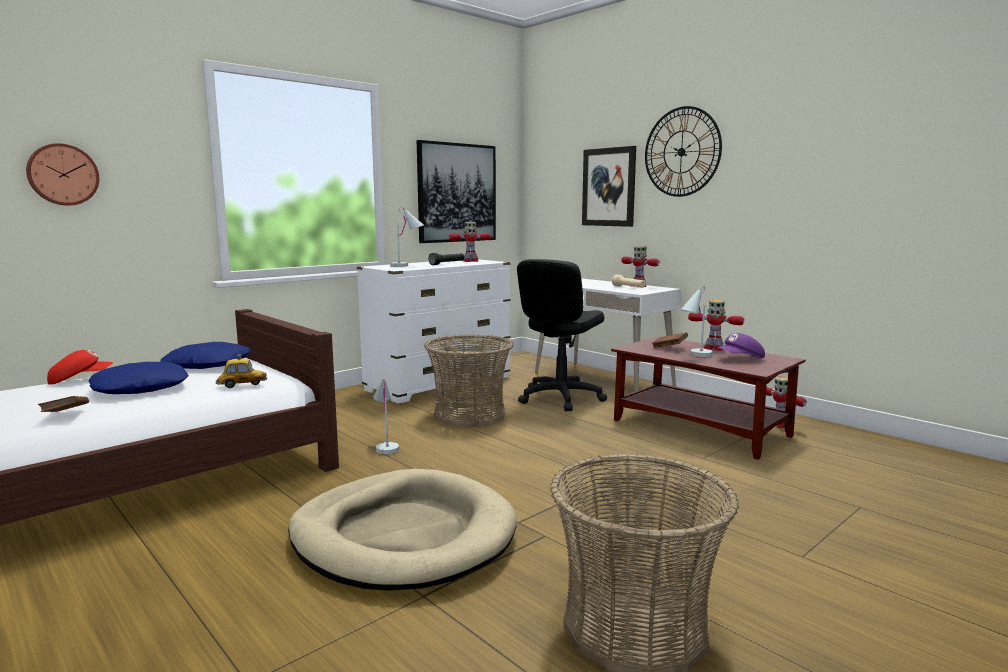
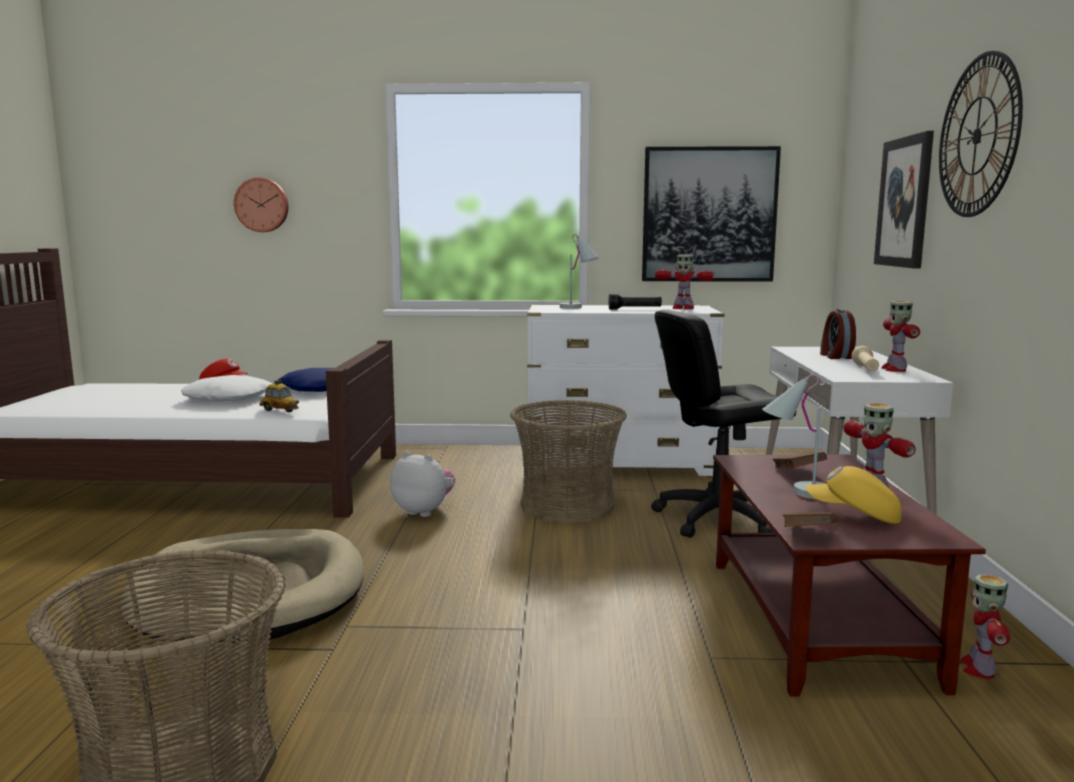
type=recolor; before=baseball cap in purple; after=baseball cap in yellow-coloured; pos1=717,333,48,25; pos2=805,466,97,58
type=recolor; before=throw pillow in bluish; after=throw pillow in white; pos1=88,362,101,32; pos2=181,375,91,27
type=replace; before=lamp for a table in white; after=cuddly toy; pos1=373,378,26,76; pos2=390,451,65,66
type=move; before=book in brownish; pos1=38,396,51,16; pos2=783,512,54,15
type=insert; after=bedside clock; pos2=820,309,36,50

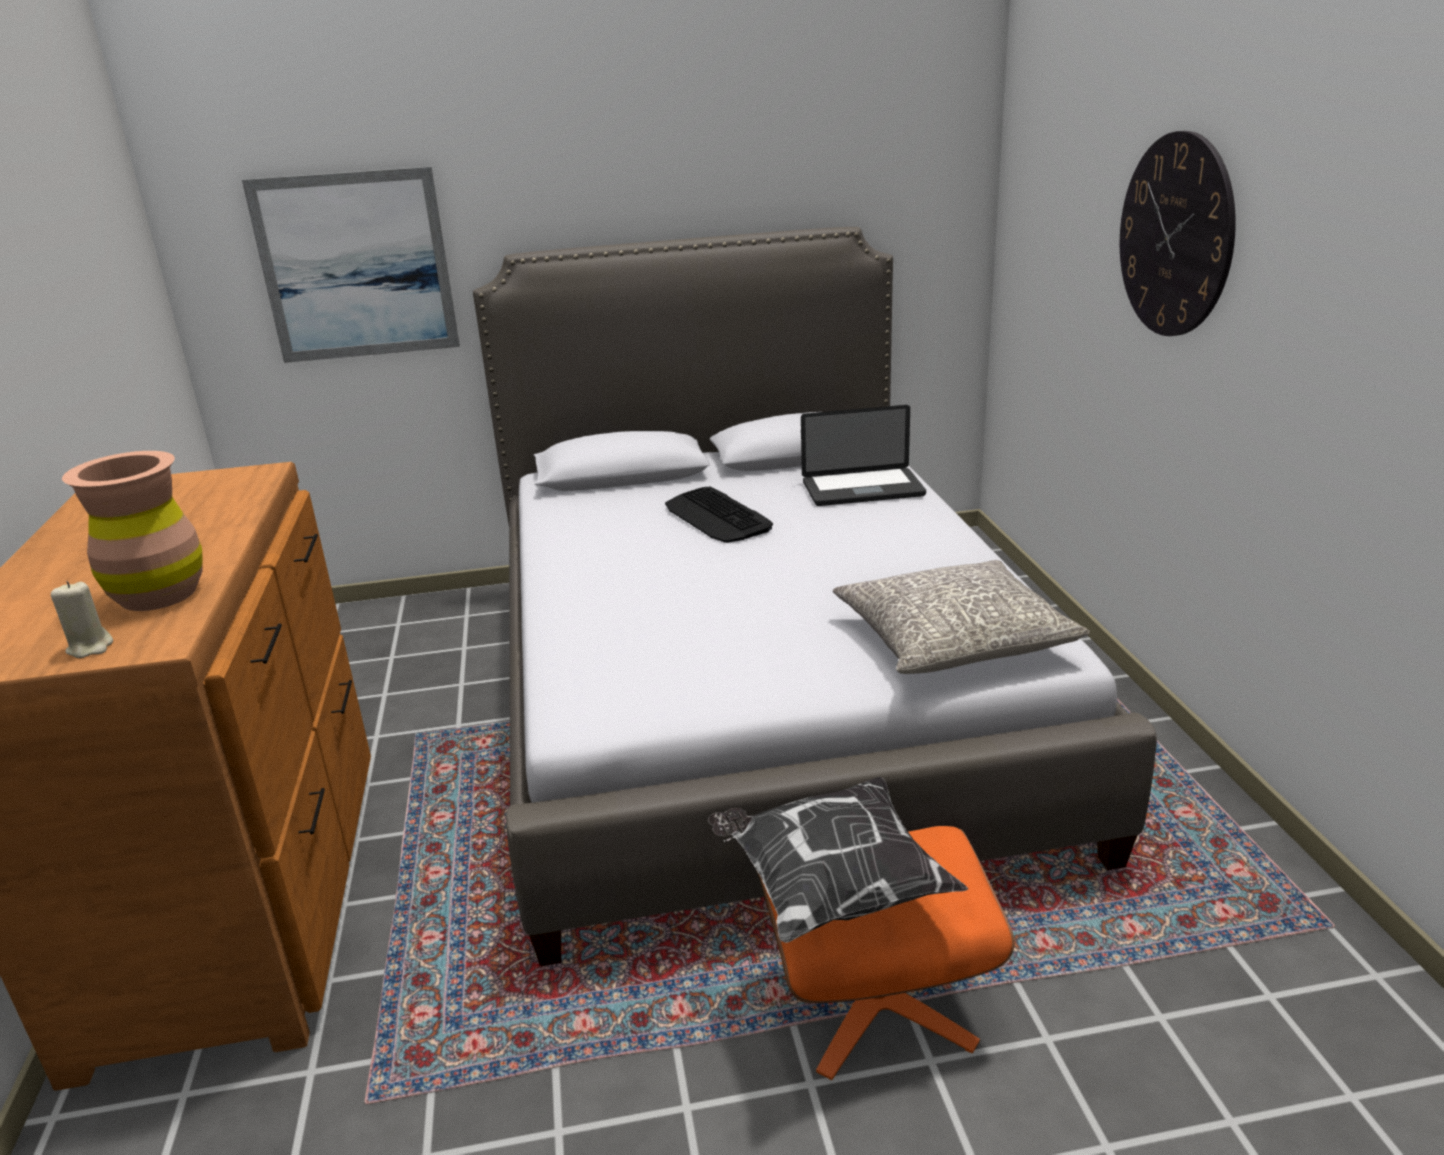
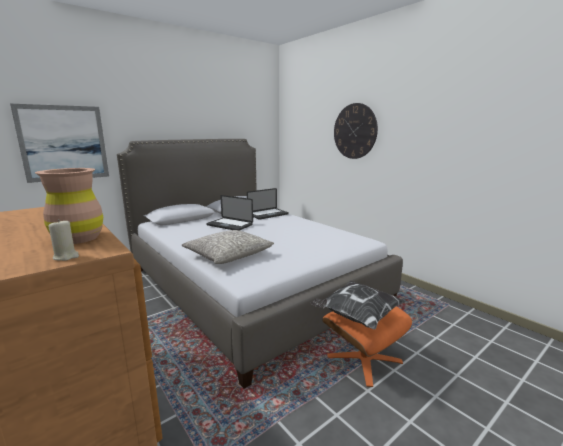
type=replace; before=PC keyboard; after=laptop; pos1=665,487,108,56; pos2=206,195,47,36
type=move; before=throw pillow in gray; pos1=833,560,257,114; pos2=182,230,92,34

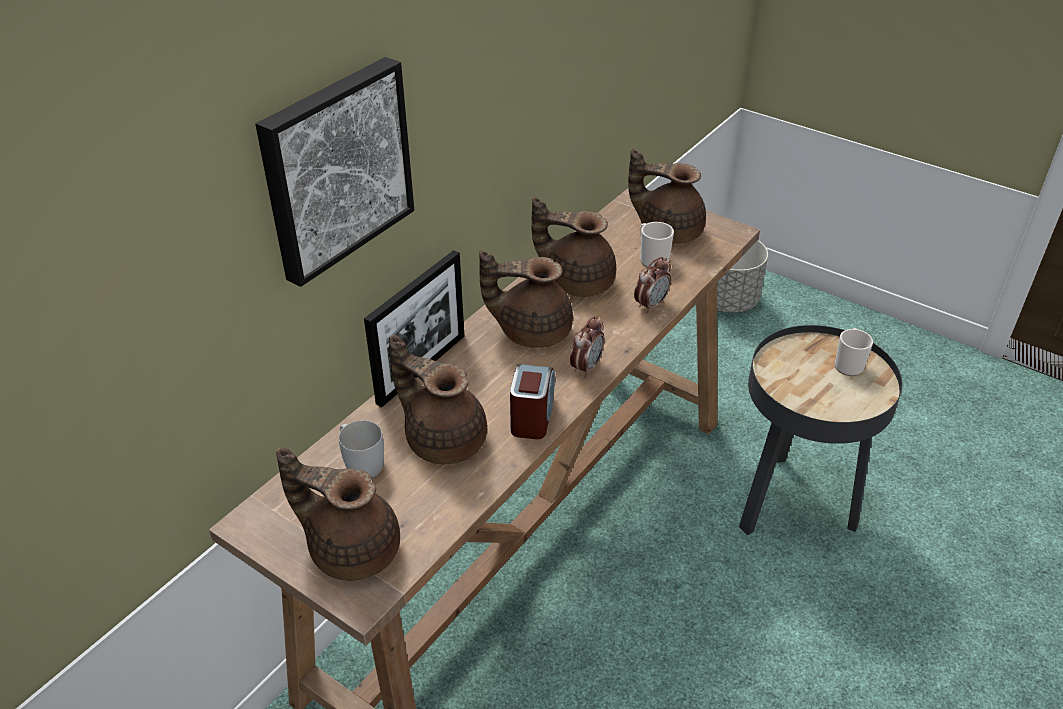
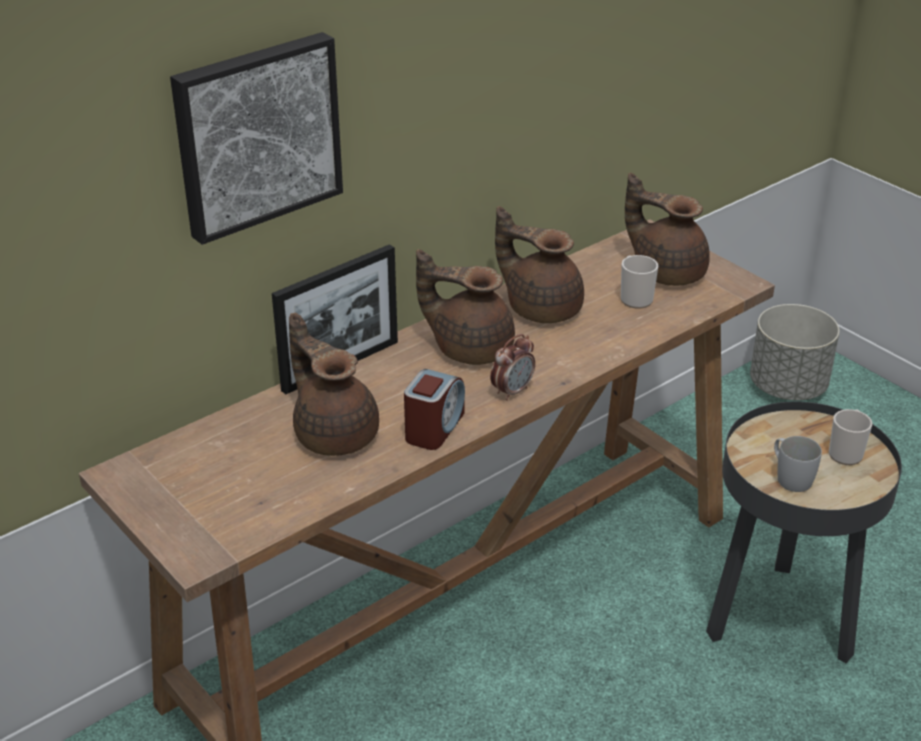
type=delete; before=bedside clock; pos1=634,257,37,56
type=move; before=tea mug in white; pos1=339,420,45,58; pos2=774,436,48,56
type=delete; before=tea pot in brownish; pos1=276,447,124,134

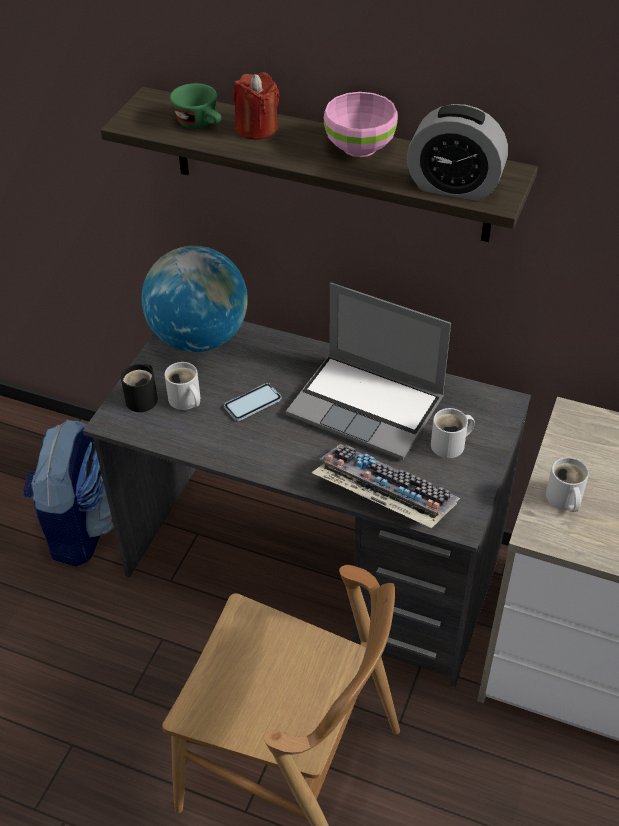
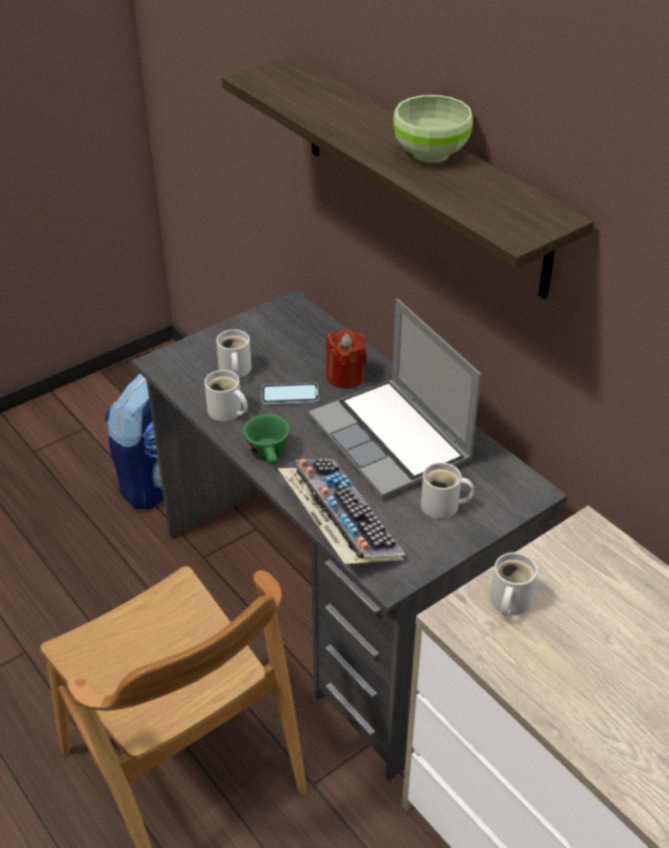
type=move; before=candle in reddish; pos1=234,72,46,68; pos2=326,329,41,60
type=move; before=cup in green; pos1=170,83,51,46; pos2=243,414,47,50
type=recolor; before=serving bowl in pinkish; after=serving bowl in green; pos1=324,92,74,65; pos2=393,95,80,68
type=delete; before=bedside clock; pos1=407,104,101,97
type=delete; before=desk globe; pos1=141,246,107,106
type=delete; before=tea mug in black; pos1=121,364,37,48
type=insert; after=tea mug in white; pos2=205,370,43,51

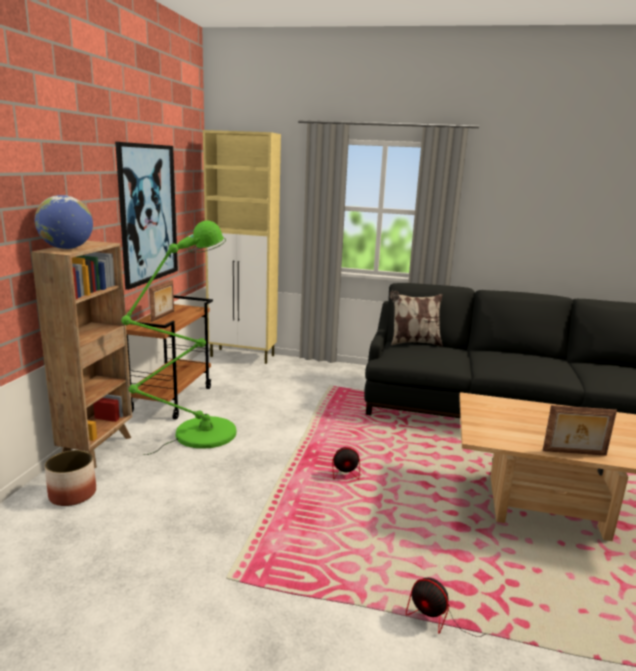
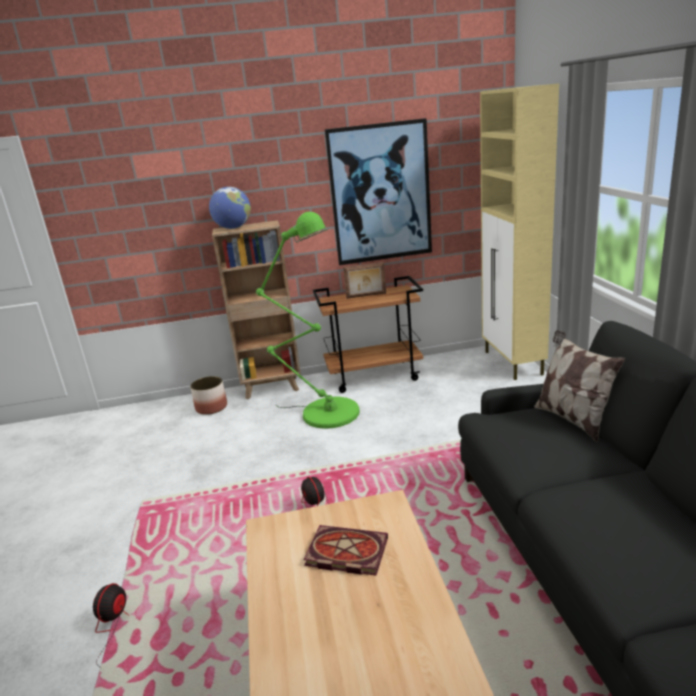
type=delete; before=picture frame; pos1=542,405,75,51
type=insert; after=book; pos2=303,525,85,50

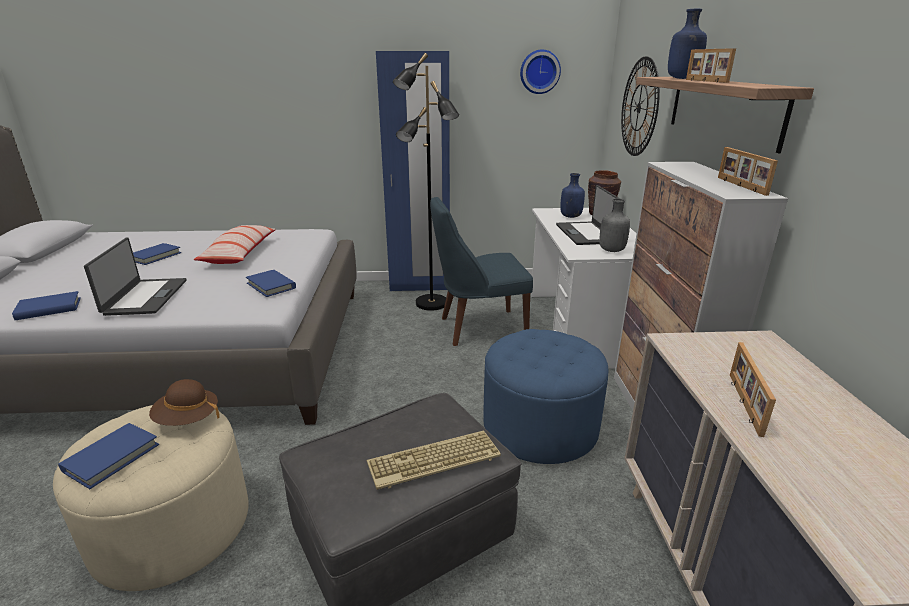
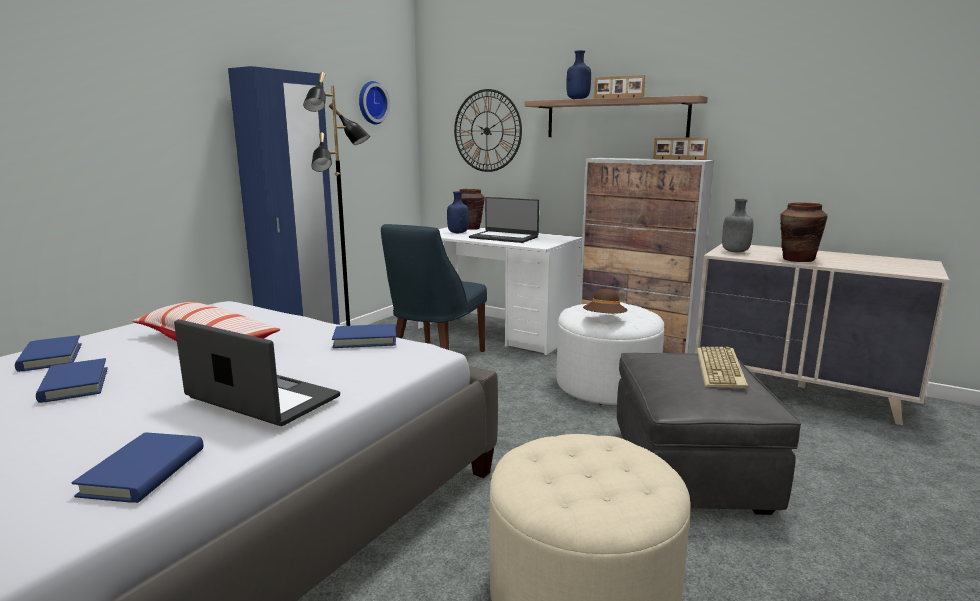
type=move; before=drink bottle in gray; pos1=599,198,31,54; pos2=722,199,32,54
type=recolor; before=pouffe in bluish; after=pouffe in white; pos1=483,329,125,135; pos2=557,302,107,103
type=replace; before=picture frame; after=decorative vase in brownish; pos1=730,342,46,95; pos2=780,202,48,60
type=move; before=clothing hat in brownish; pos1=149,379,70,47; pos2=583,289,44,25
type=move; before=book in bluish; pos1=58,423,101,66; pos2=15,335,67,37

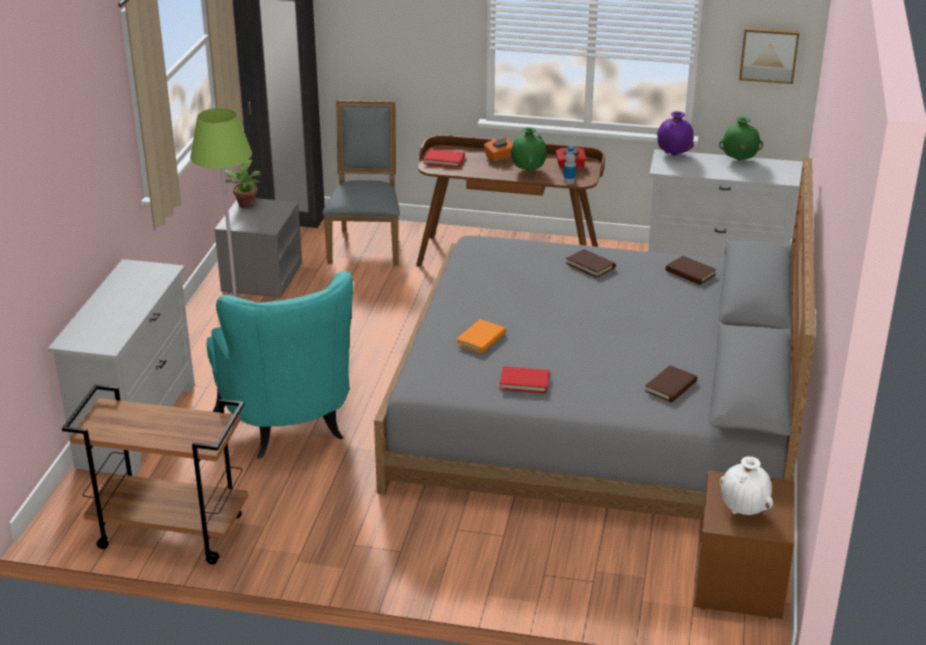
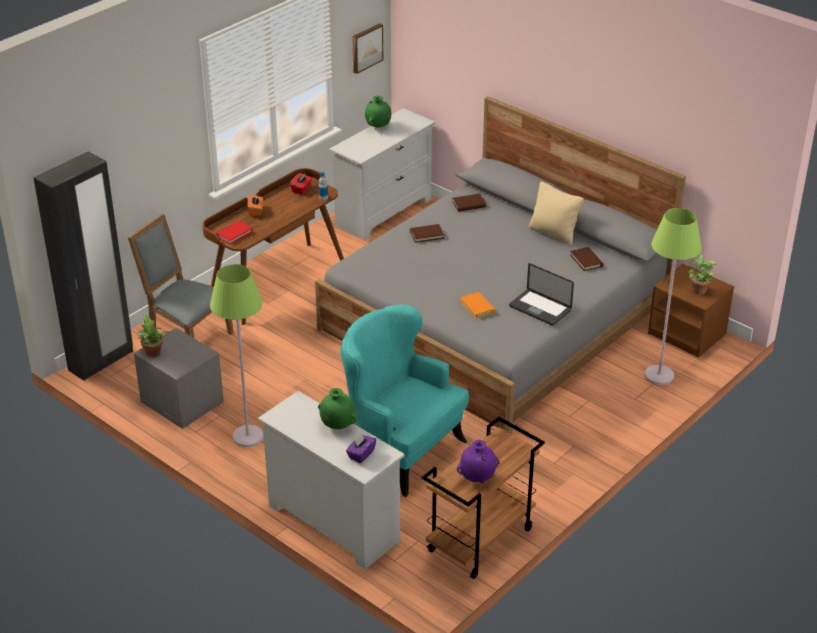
type=move; before=decorative vase in purple; pos1=657,111,37,45; pos2=457,440,43,43
type=move; before=decorative vase in green; pos1=511,127,36,44; pos2=318,388,39,41
type=rotate; before=armchair in blue-green; pos1=207,271,146,188; pos2=340,305,129,192; turn=-150
type=replace; before=book in reddish; after=laptop; pos1=499,366,50,28; pos2=509,263,65,63
type=replace; before=decorative vase in white; after=plant in a pot; pos1=720,456,53,59; pos2=687,254,30,40
type=insert; after=throw pillow in beige; pos2=528,181,56,64
type=insert; after=standard lamp in green; pos2=645,208,57,177
type=insert; after=box of tissues in purple; pos2=346,433,30,30

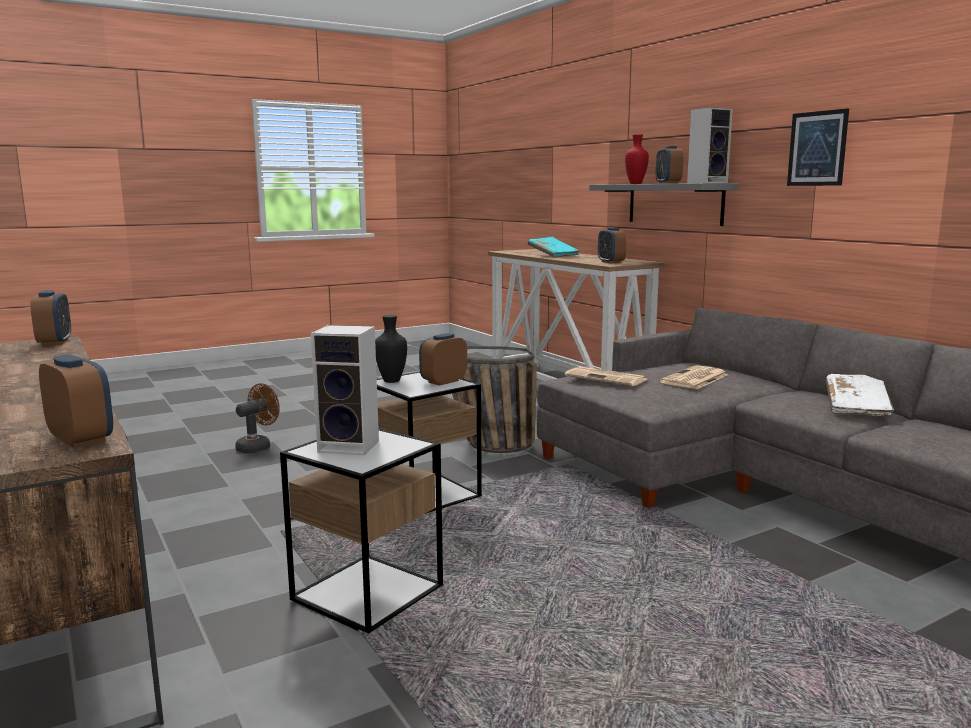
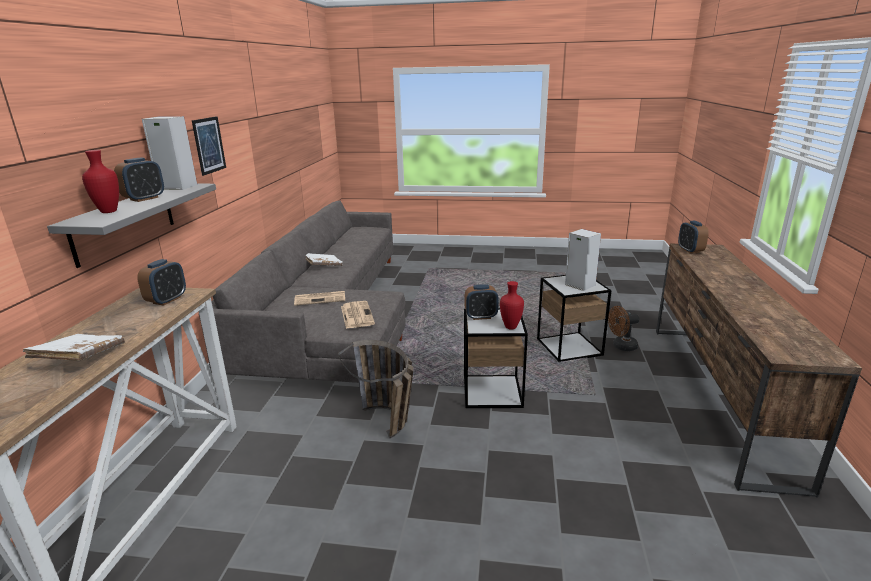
type=recolor; before=book in blue-green; after=book in white; pos1=528,237,52,21; pos2=23,334,102,27
type=delete; before=bedside clock; pos1=30,290,41,56
type=recolor; before=decorative vase in black; after=decorative vase in reddish; pos1=375,315,32,68; pos2=500,281,24,49
type=move; before=fan in brownish; pos1=235,383,45,70; pos2=608,306,31,45

